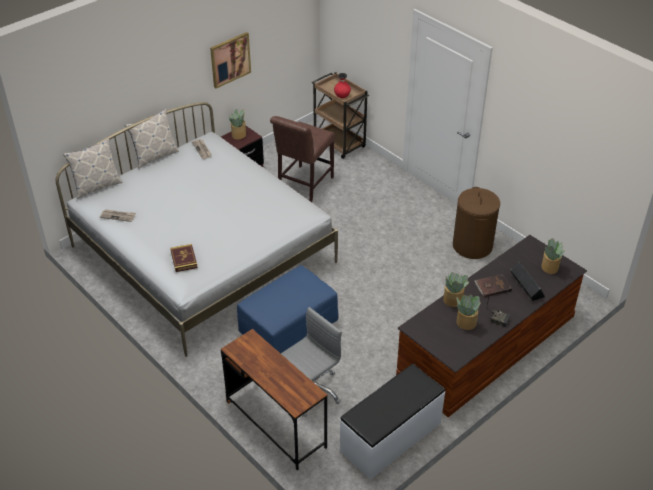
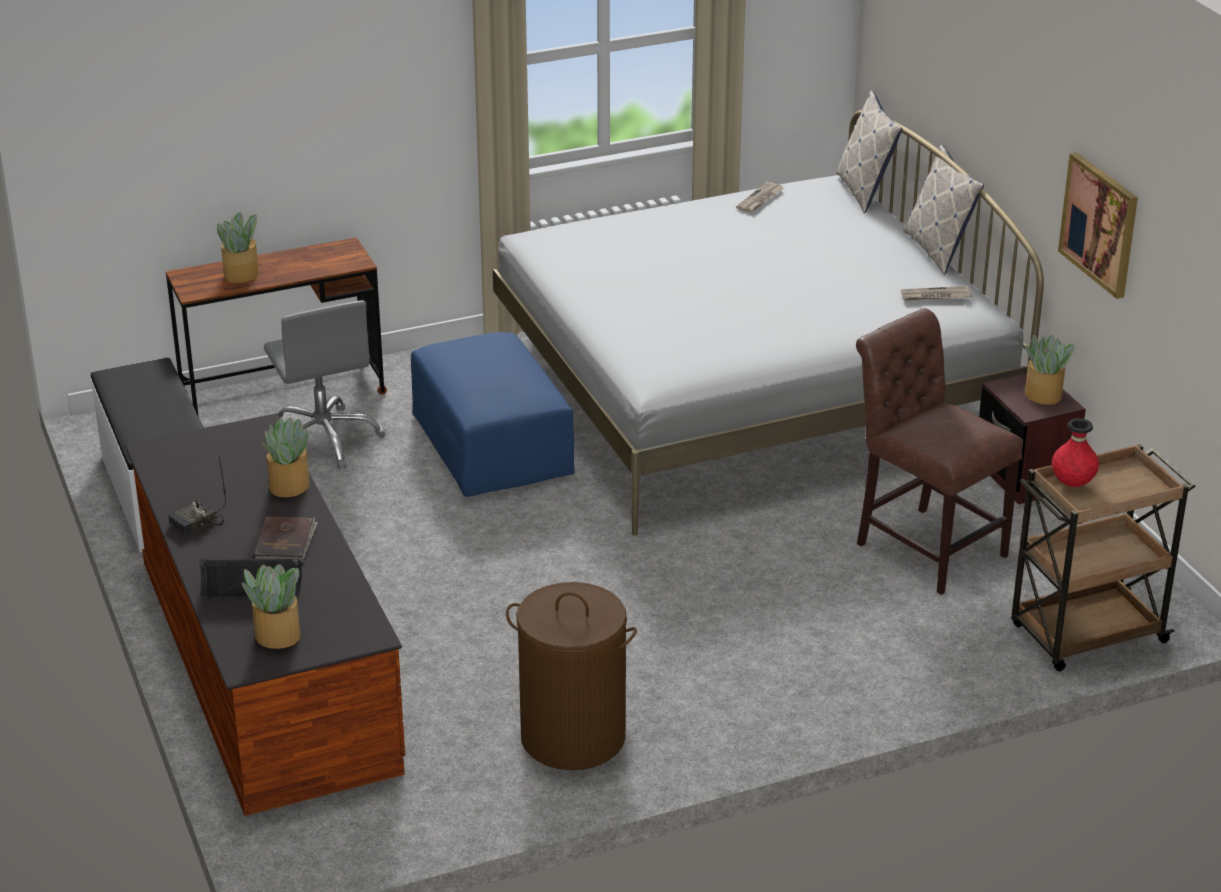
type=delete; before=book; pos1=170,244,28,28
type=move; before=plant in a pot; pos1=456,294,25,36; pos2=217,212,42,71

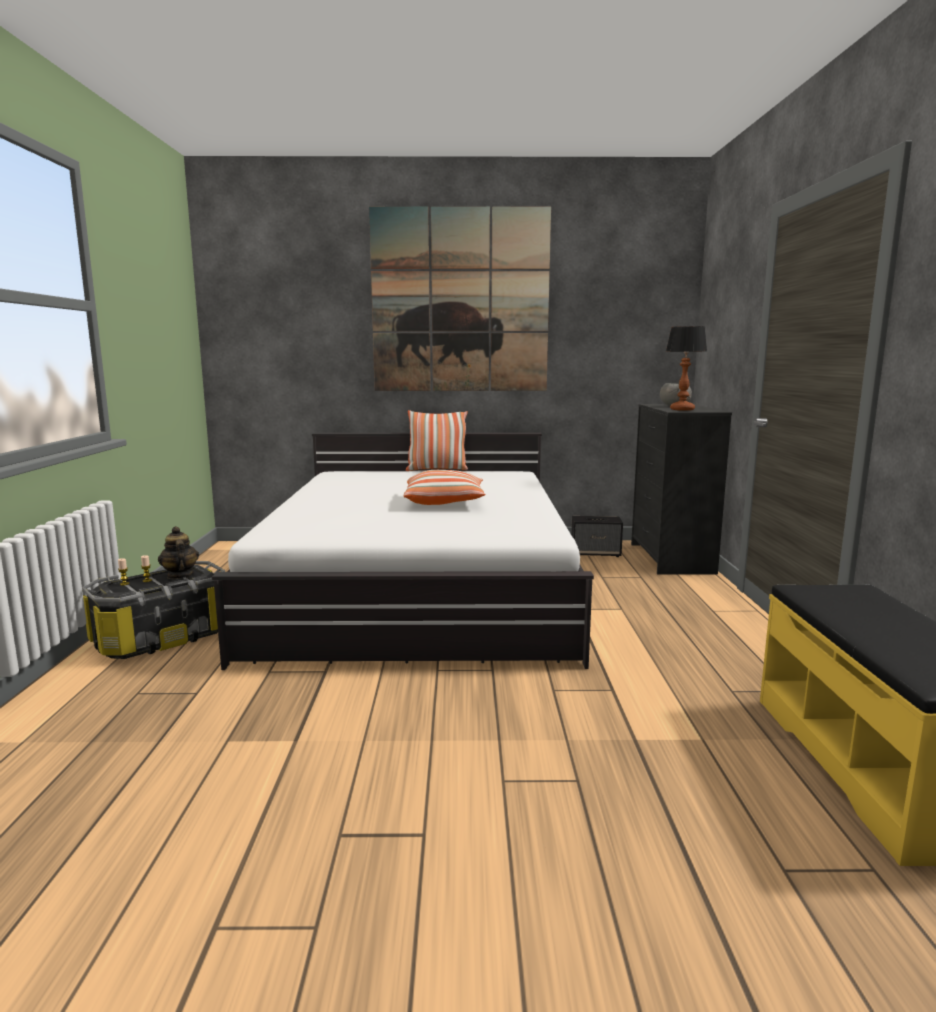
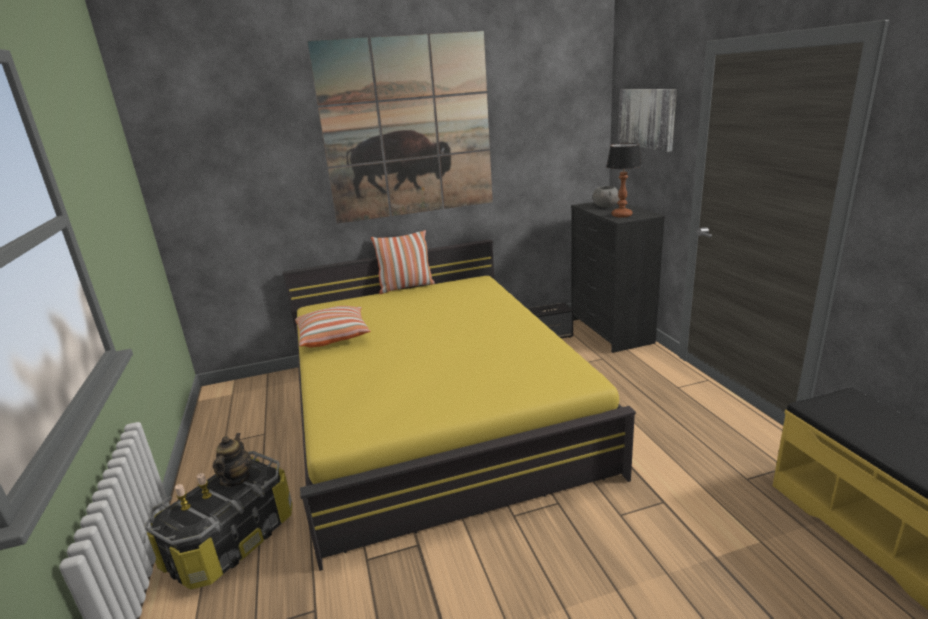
type=recolor; before=bedroom bed in white; after=bedroom bed in yellow-coloured; pos1=212,433,382,237; pos2=282,239,354,332
type=move; before=throw pillow; pos1=404,470,81,35; pos2=295,306,75,41
type=rotate; before=tea pot; pos1=158,526,41,53; pos2=213,433,39,54; turn=45
type=insert; after=wall picture; pos2=618,89,59,63

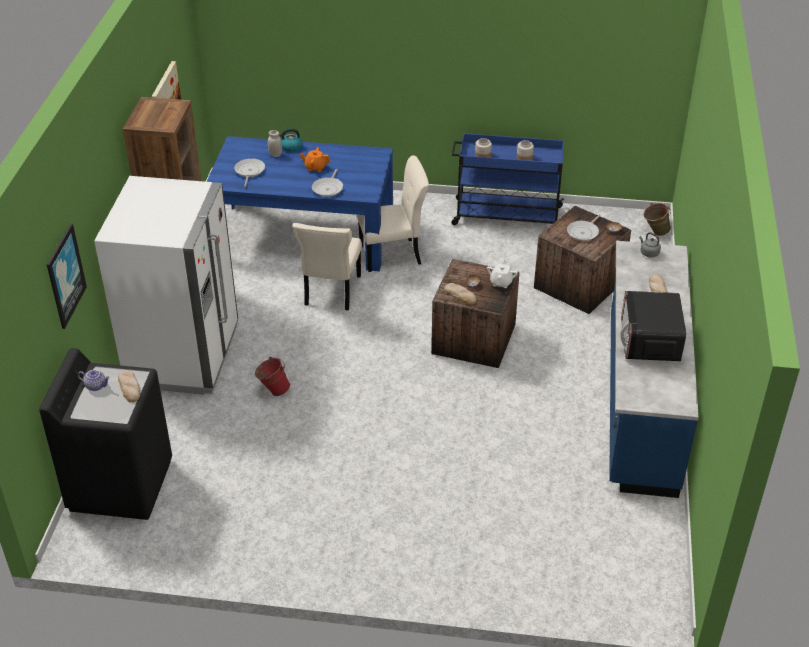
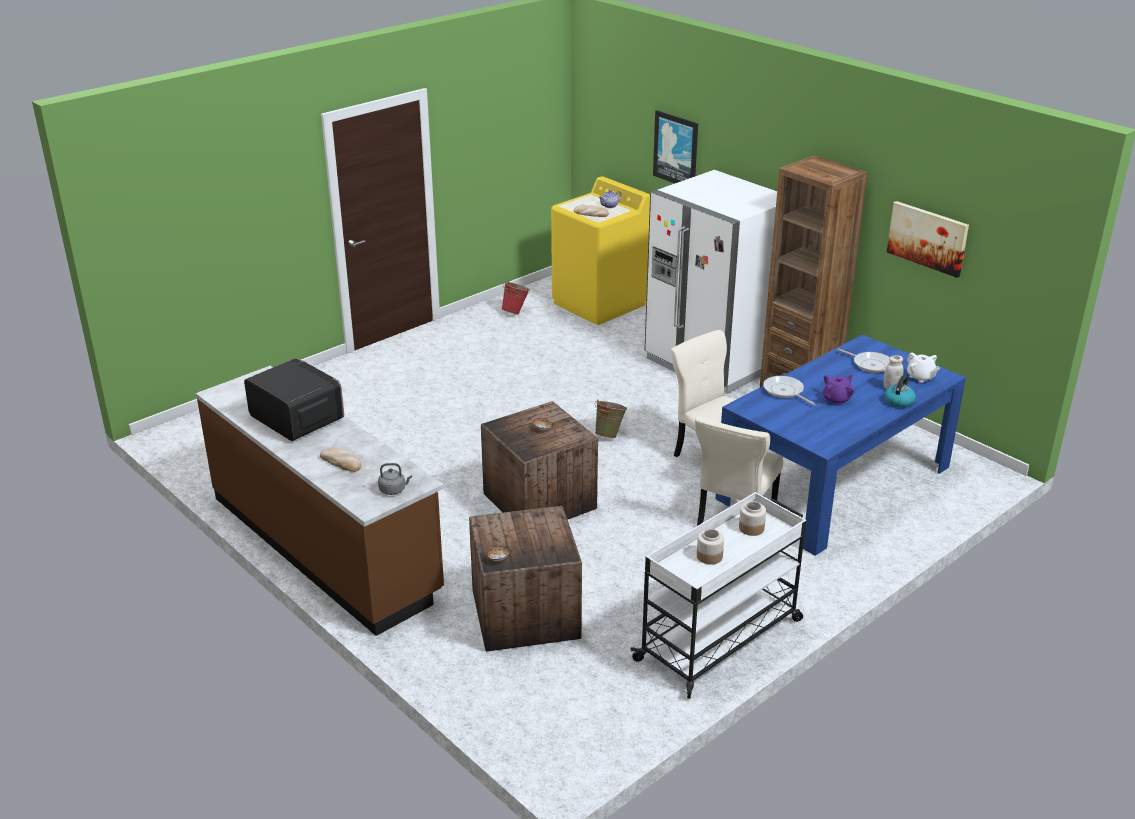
type=recolor; before=cart in bluish; after=cart in white; pos1=452,133,113,92; pos2=631,492,175,207
type=recolor; before=tea pot in orange; after=tea pot in purple; pos1=300,147,30,25; pos2=823,375,32,31
type=move; before=water bucket in green; pos1=644,203,27,33; pos2=595,399,32,39
type=delete; before=skillet; pos1=567,214,34,27
type=recolor; before=counter in bluish; after=counter in brownish; pos1=609,241,90,257; pos2=196,366,248,270
type=move; before=tea pot in white; pos1=487,259,31,29; pos2=907,352,33,31
type=delete; before=baked bread; pos1=444,283,33,22
type=recolor; before=laundry appliance in black; after=laundry appliance in yellow-coloured; pos1=39,348,133,172; pos2=551,176,99,149
type=move; before=water bucket in reddish; pos1=255,357,35,39; pos2=501,280,29,34

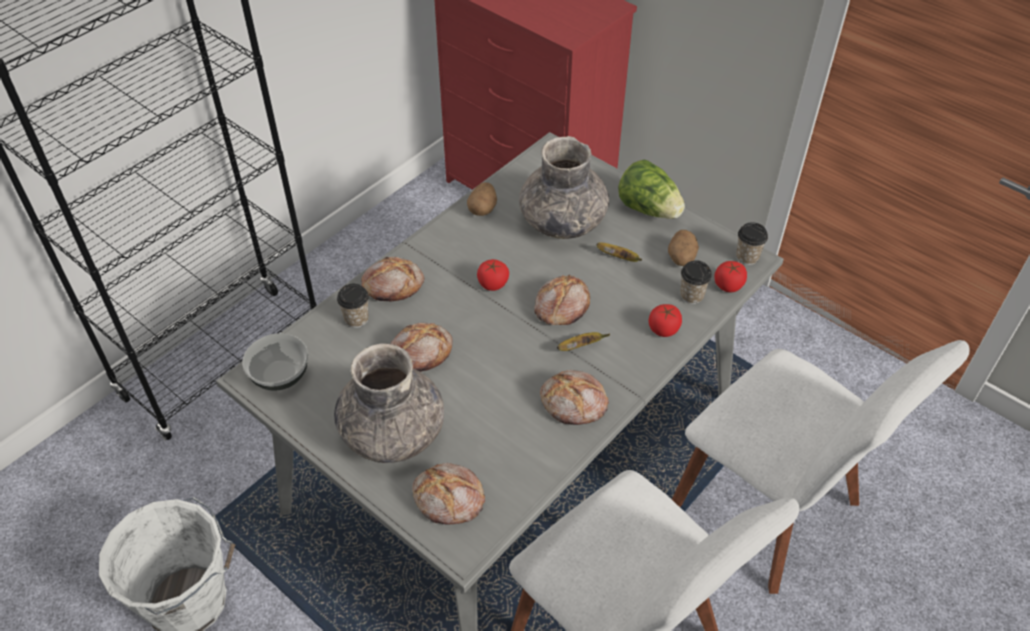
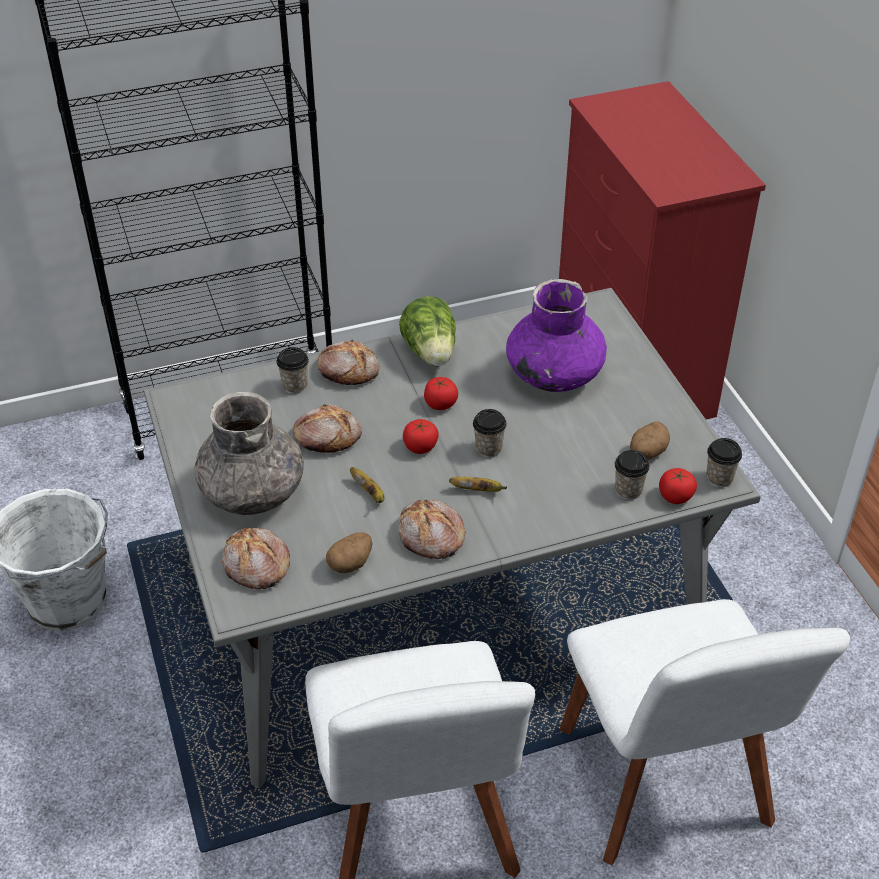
type=recolor; before=decorative vase in gray; after=decorative vase in purple; pos1=519,136,90,103; pos2=506,279,101,113
type=move; before=head of lettuce; pos1=618,160,67,59; pos2=399,296,57,70
type=move; before=potato; pos1=467,182,30,34; pos2=326,532,46,41
type=move; before=whole banana; pos1=596,243,46,19; pos2=350,467,34,36
type=replace; before=baked bread; after=cup; pos1=534,275,56,50; pos2=473,409,34,49
type=move; before=whole tomato; pos1=649,304,33,33; pos2=403,419,36,35
type=delete; before=serving bowl; pos1=242,333,66,58

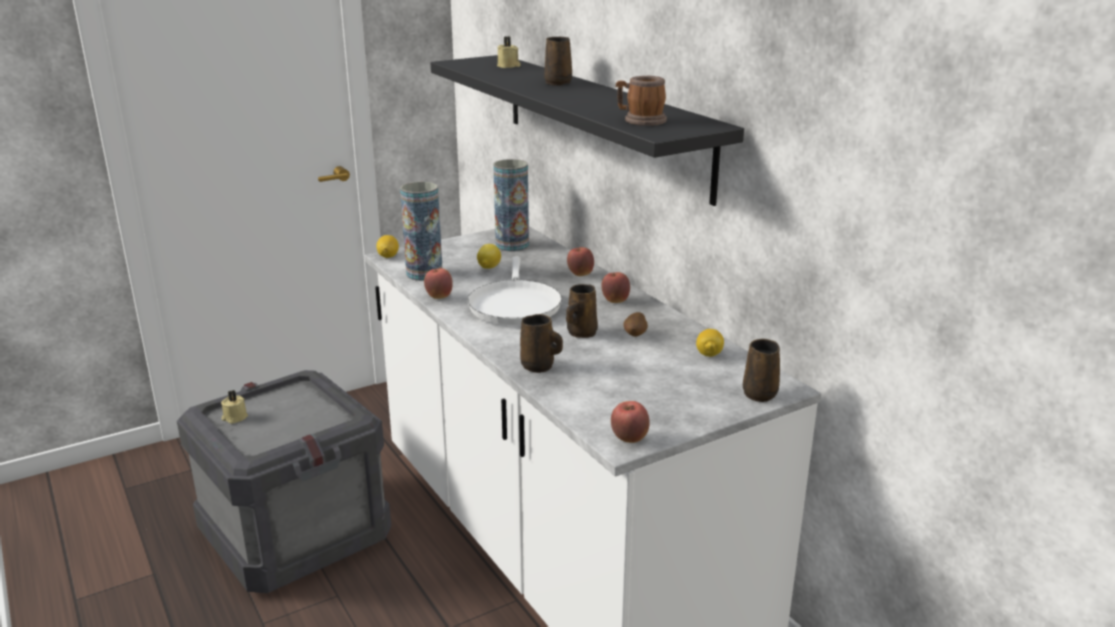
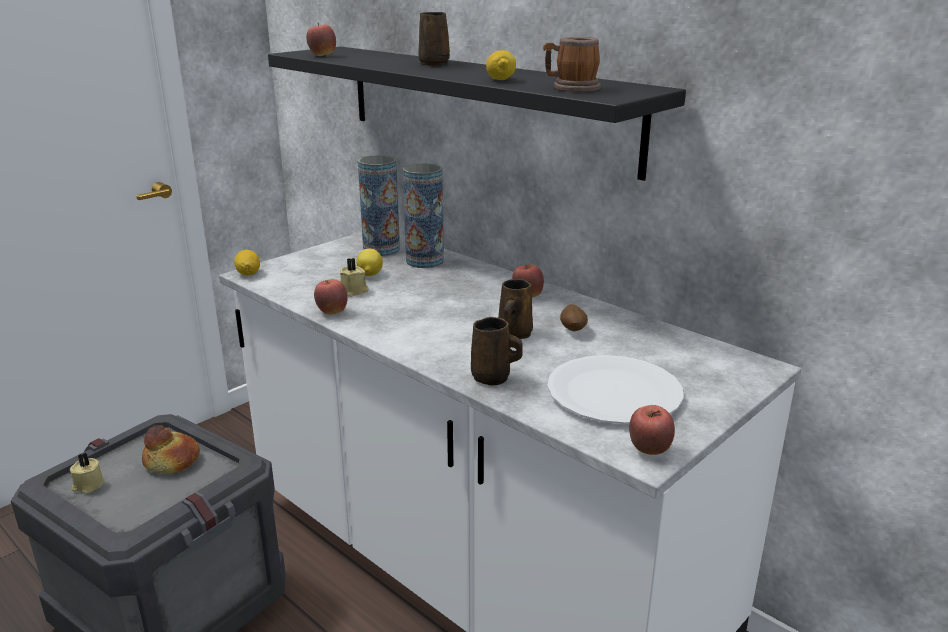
type=move; before=candle in beige; pos1=497,36,24,32; pos2=340,258,29,39
type=move; before=decorative vase; pos1=400,182,42,99; pos2=403,163,41,105
type=move; before=apple; pos1=567,247,27,29; pos2=306,23,30,33
type=delete; before=skillet in white; pos1=467,257,95,68
type=move; before=whole lemon; pos1=696,329,28,28; pos2=486,50,30,30
type=delete; before=tea mug in brownish; pos1=743,339,37,63
type=insert; after=plate in white; pos2=547,355,137,69
type=insert; after=baked bread; pos2=142,425,58,49

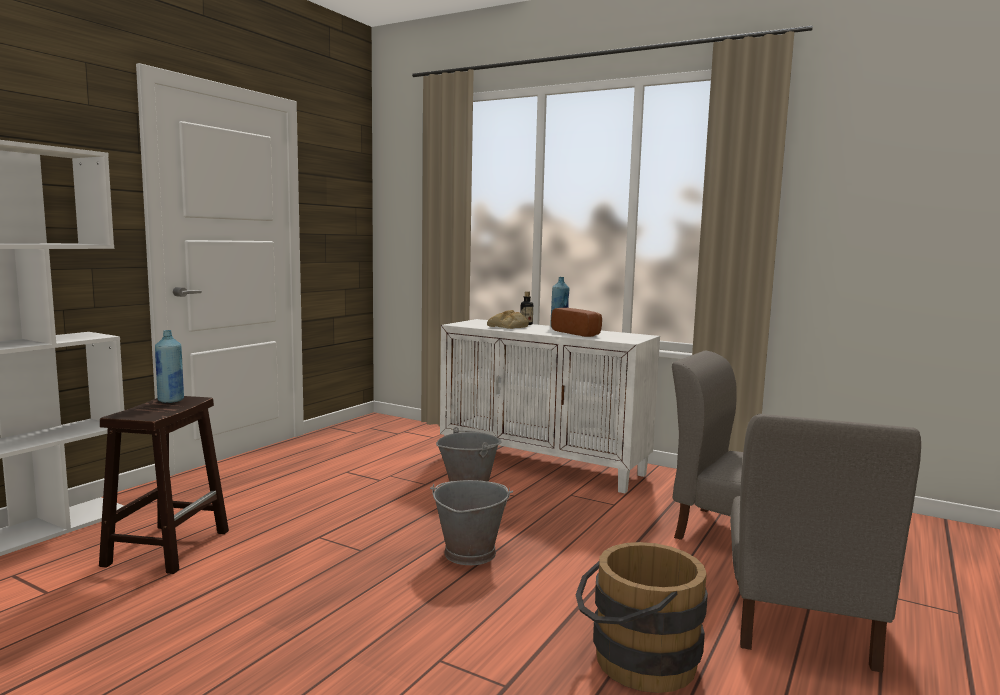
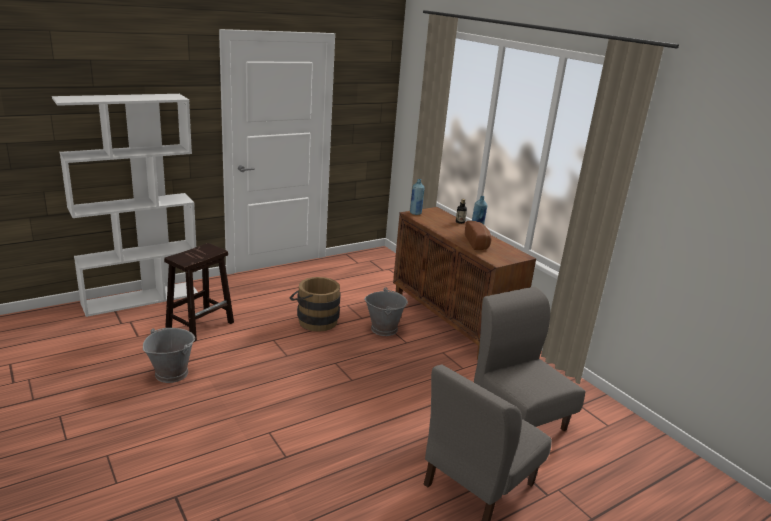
type=delete; before=baked bread; pos1=487,310,42,19
type=recolor; before=cabinet in white; after=cabinet in brownish; pos1=440,319,220,174; pos2=393,207,143,153
type=move; before=drink bottle in bluish; pos1=155,330,29,73; pos2=410,179,15,36
type=move; before=water bucket in gray; pos1=430,480,83,85; pos2=143,328,52,55
type=move; before=water bucket in brownish; pos1=576,542,132,151; pos2=290,277,51,55

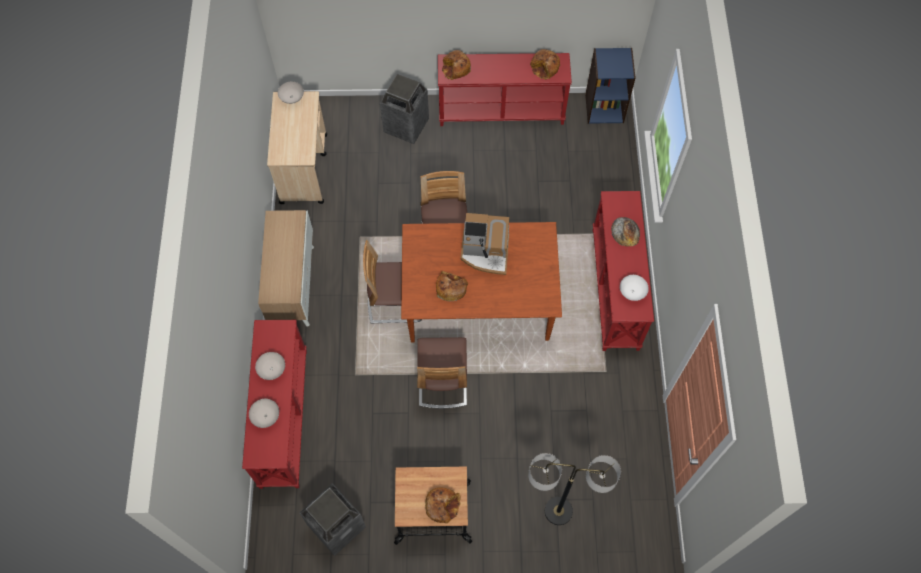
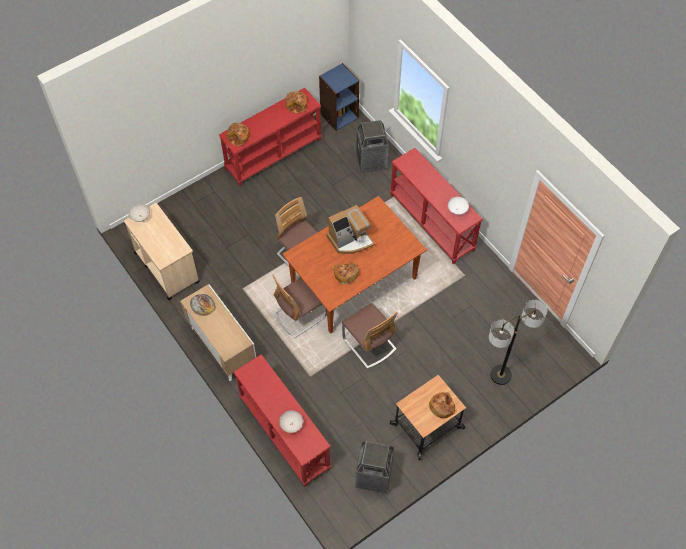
type=move; before=rubbish bin; pos1=380,73,49,71; pos2=356,120,33,53
type=move; before=baked bread; pos1=611,217,29,30; pos2=190,294,26,22
type=delete; before=serving bowl in white; pos1=255,352,30,28

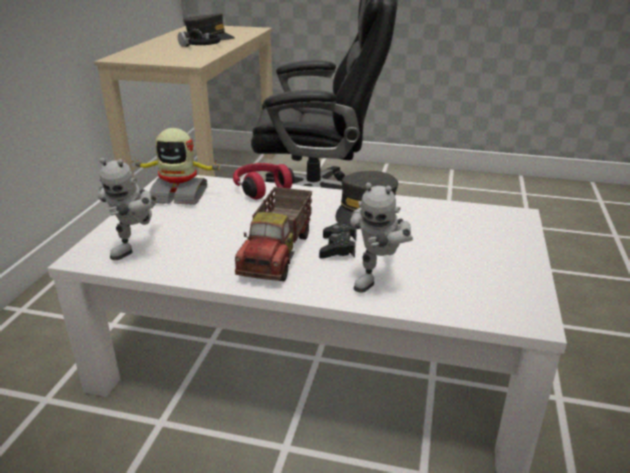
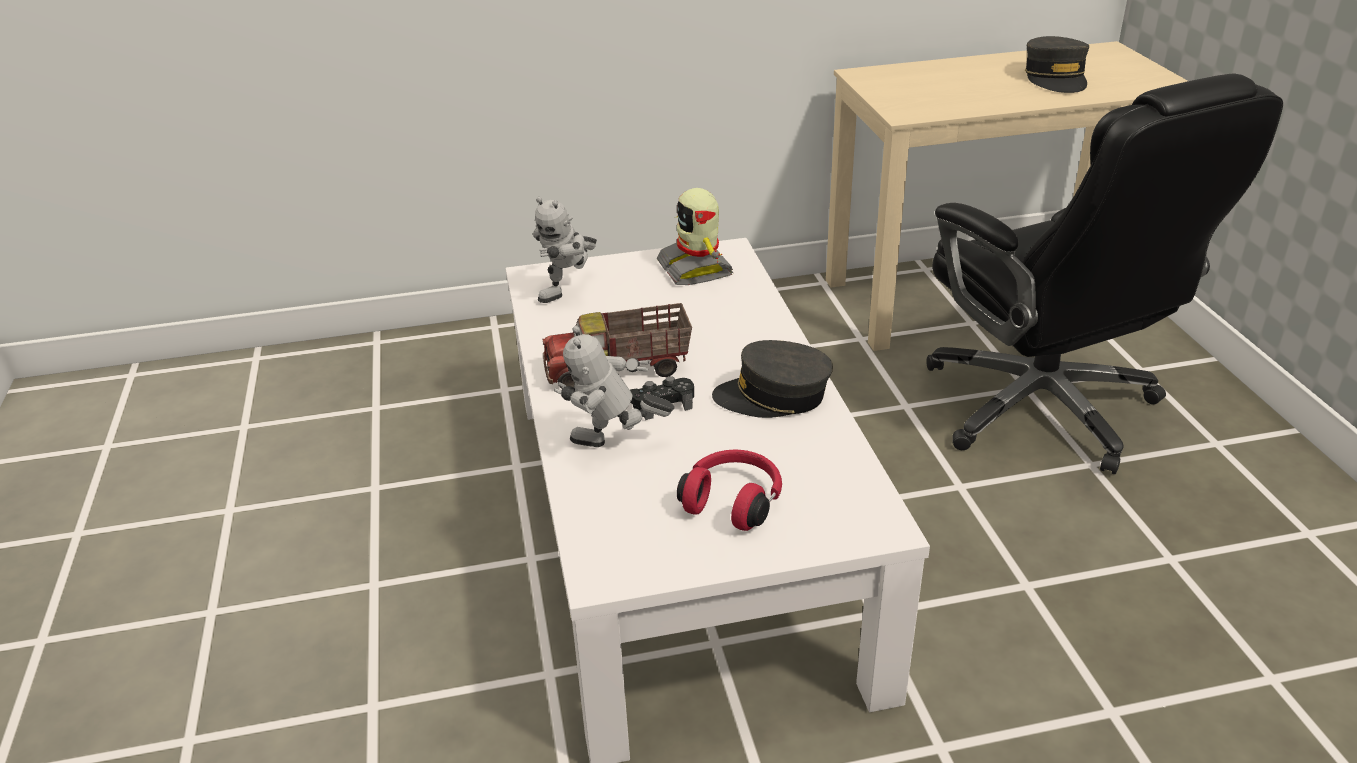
type=delete; before=headphones in black; pos1=178,29,43,18
type=rotate; before=toy robot; pos1=98,158,58,102; pos2=533,197,64,106; turn=-45
type=move; before=headphones in reddish; pos1=233,163,62,37; pos2=677,450,105,81

